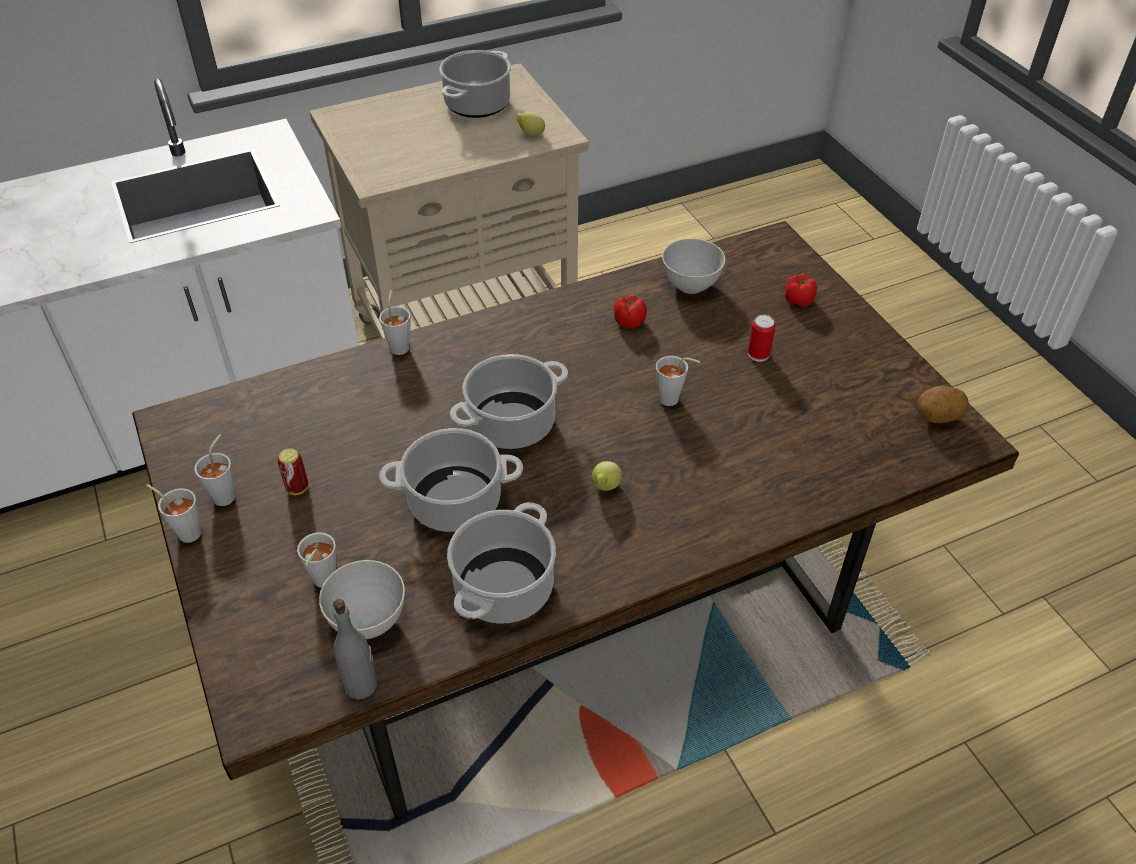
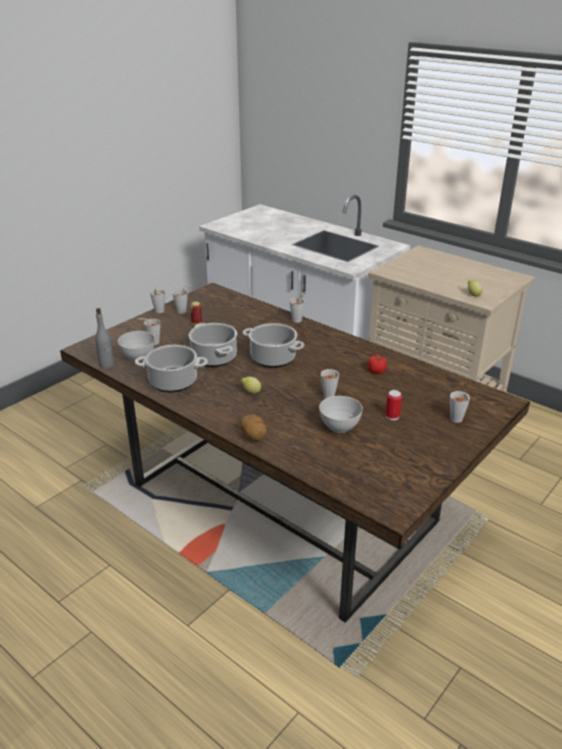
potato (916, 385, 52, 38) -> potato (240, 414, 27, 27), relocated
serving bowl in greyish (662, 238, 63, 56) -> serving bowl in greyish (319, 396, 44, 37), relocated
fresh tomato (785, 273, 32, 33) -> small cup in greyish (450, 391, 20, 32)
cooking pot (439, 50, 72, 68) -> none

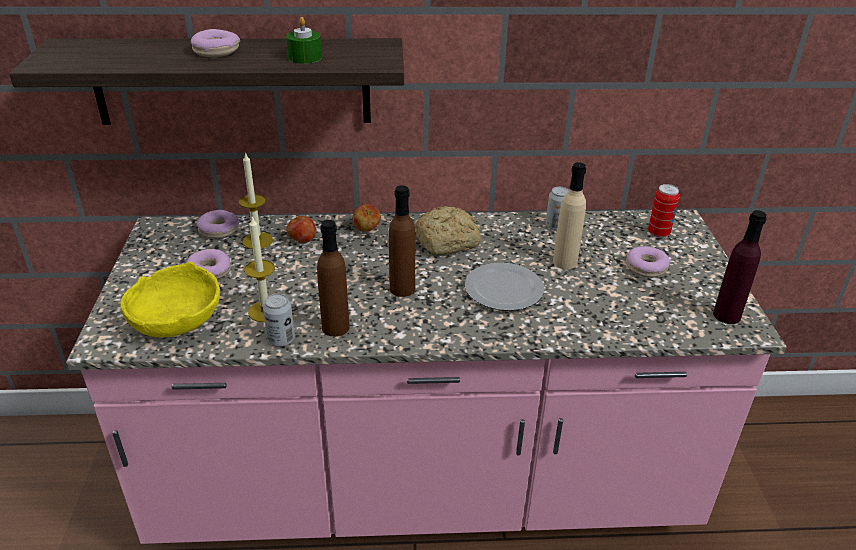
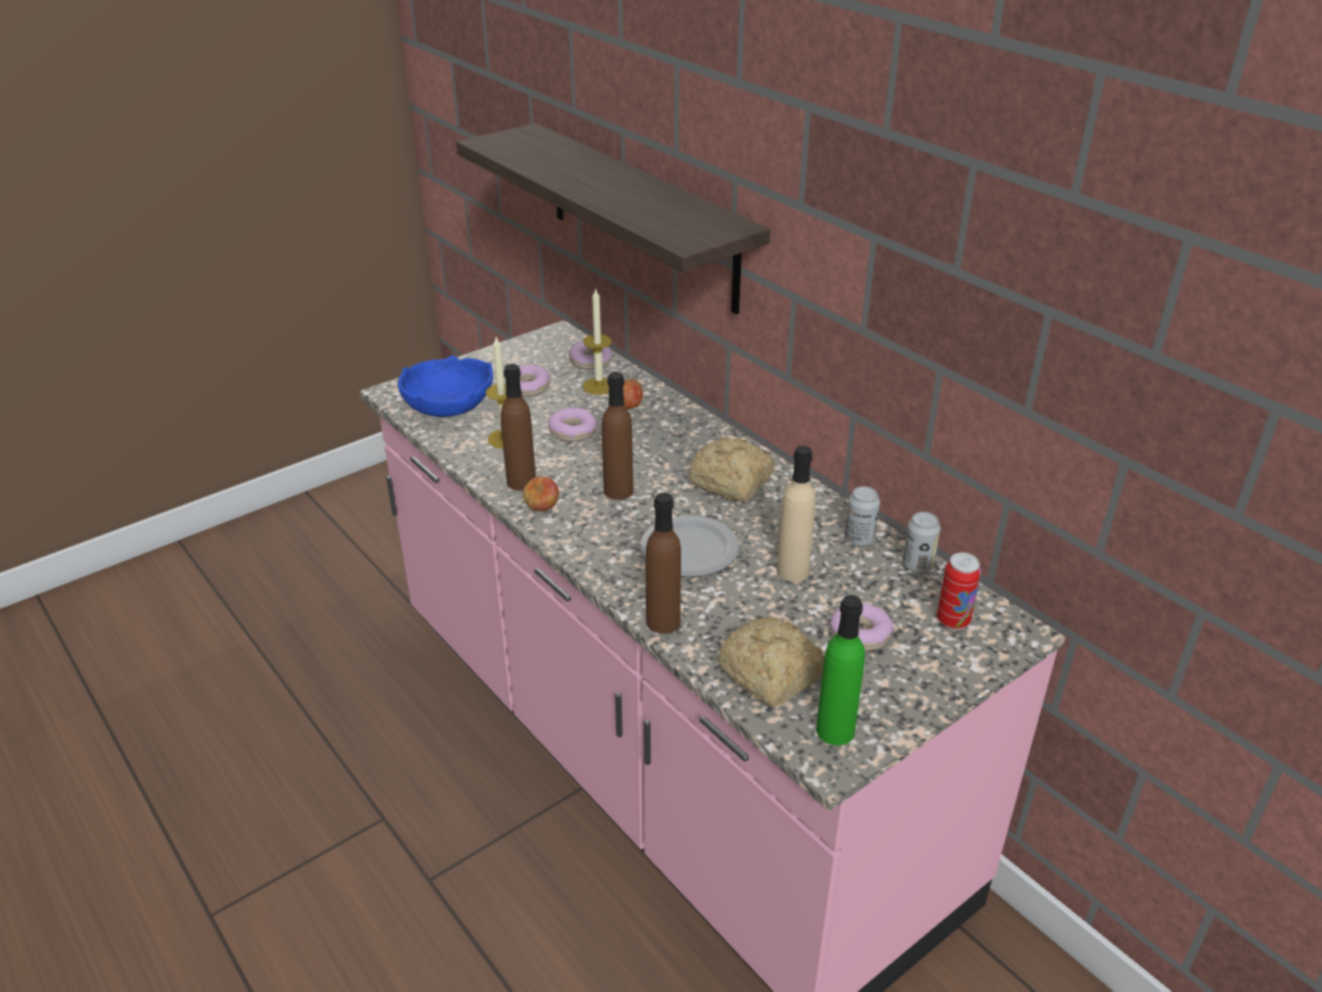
serving bowl in yellowish (120, 262, 100, 76) -> serving bowl in bluish (398, 355, 95, 62)
apple (353, 204, 28, 28) -> apple (523, 476, 36, 35), relocated
doughnut (191, 29, 49, 28) -> doughnut (548, 407, 49, 35), relocated
none -> bottle in brown (646, 493, 35, 141)
none -> bread (718, 617, 107, 90)
bottle in purplish (713, 210, 54, 114) -> bottle in greenish (816, 595, 49, 150)
metal can (263, 294, 32, 53) -> metal can (902, 512, 39, 61), relocated
wax candle in greenish (286, 17, 36, 47) -> none

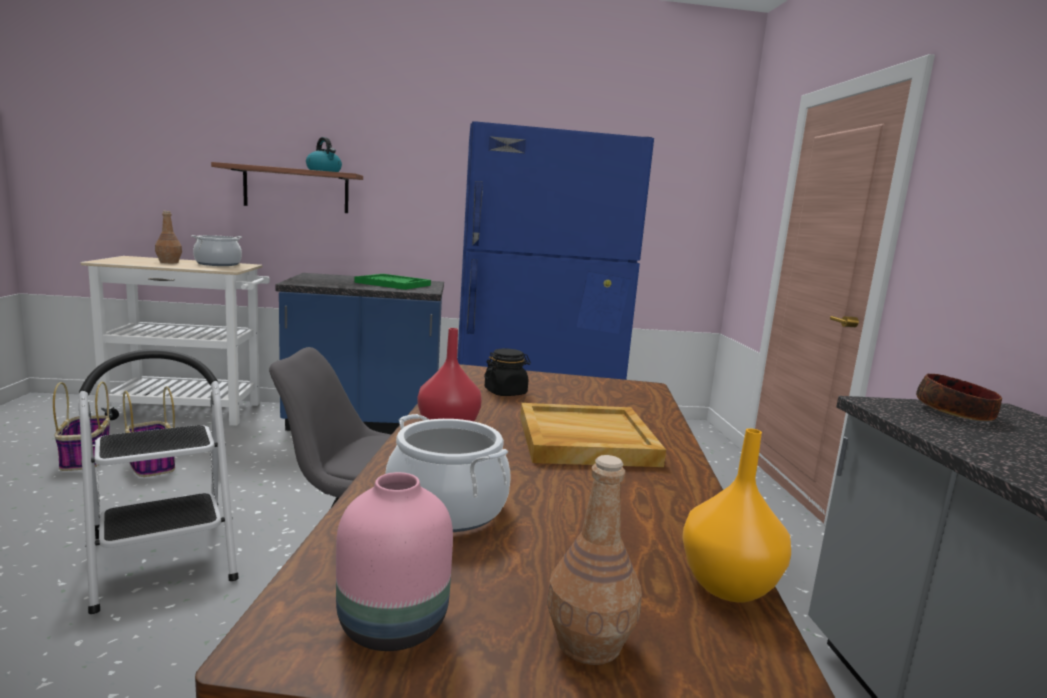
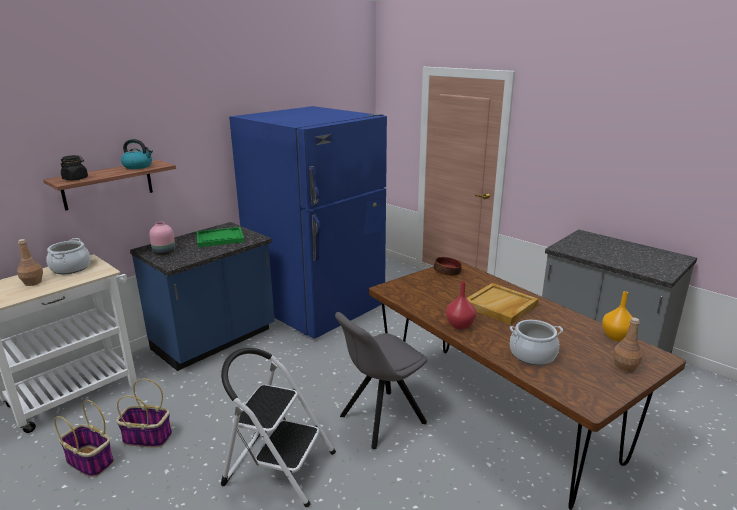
jar in black (484, 349, 47, 47) -> jar in black (61, 155, 27, 25), relocated
vase in pinkish (336, 472, 117, 179) -> vase in pinkish (149, 222, 26, 33), relocated
serving bowl (916, 374, 86, 47) -> serving bowl (434, 257, 28, 19), relocated

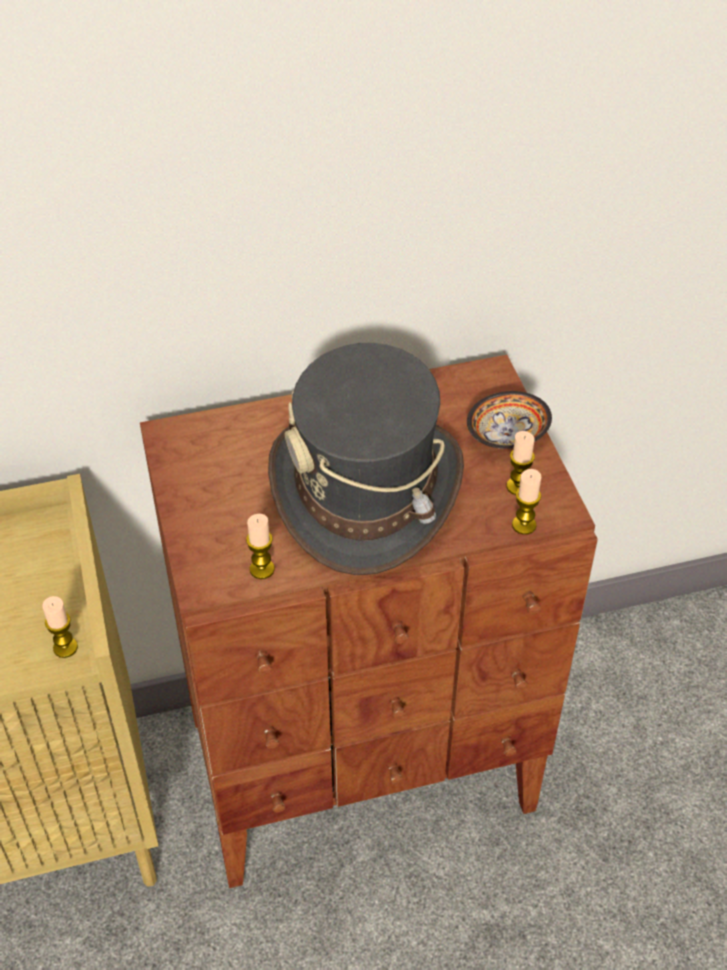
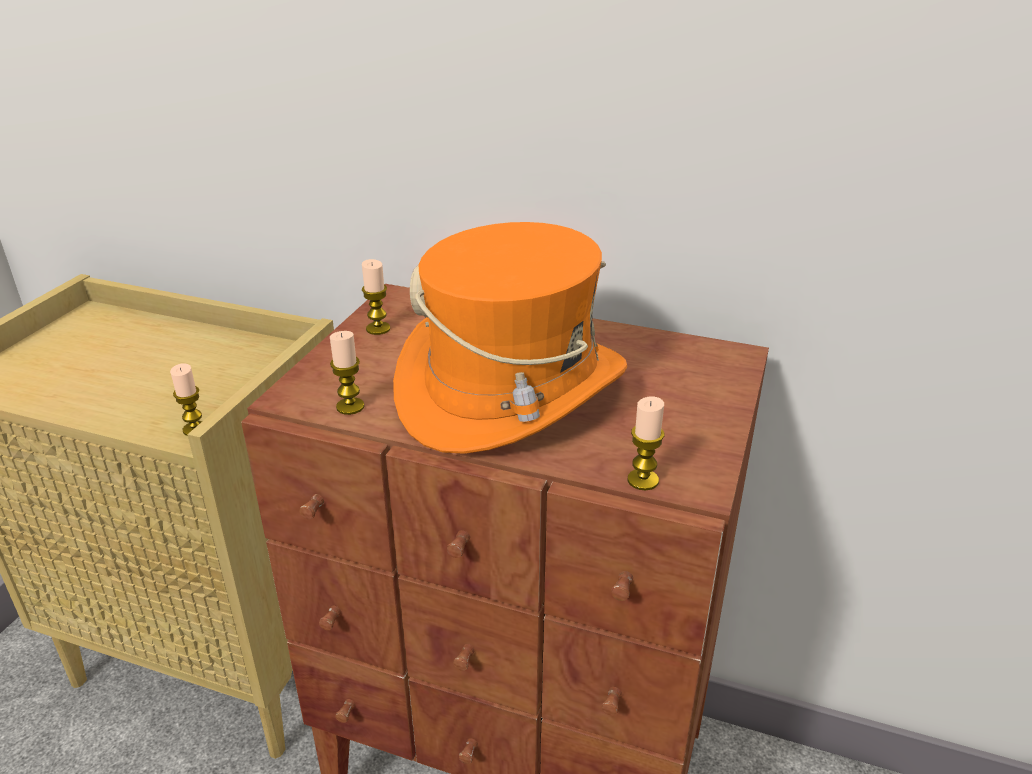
wax candle (506, 431, 29, 64) -> wax candle (362, 259, 28, 76), relocated
clothing hat in greyish (268, 343, 196, 232) -> clothing hat in orange (393, 222, 234, 232)
serving bowl (467, 391, 85, 58) -> none

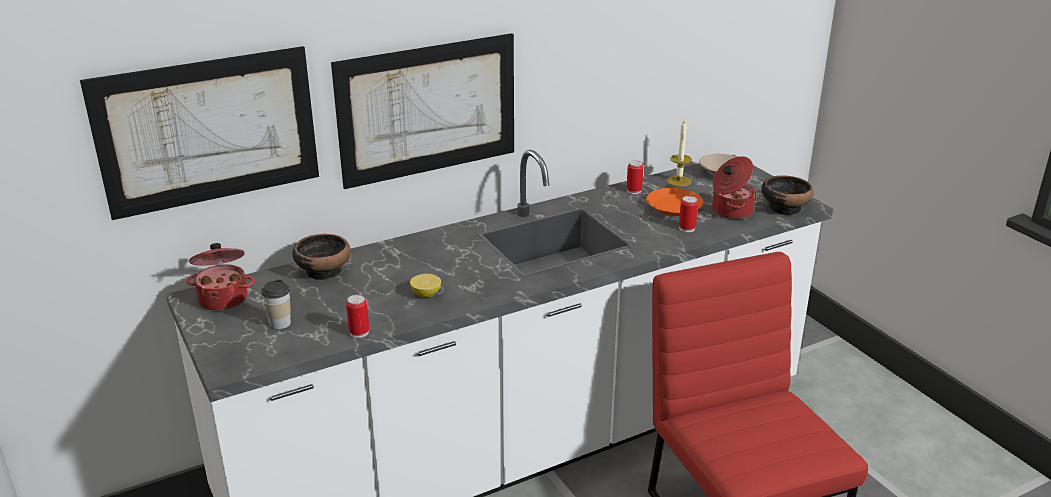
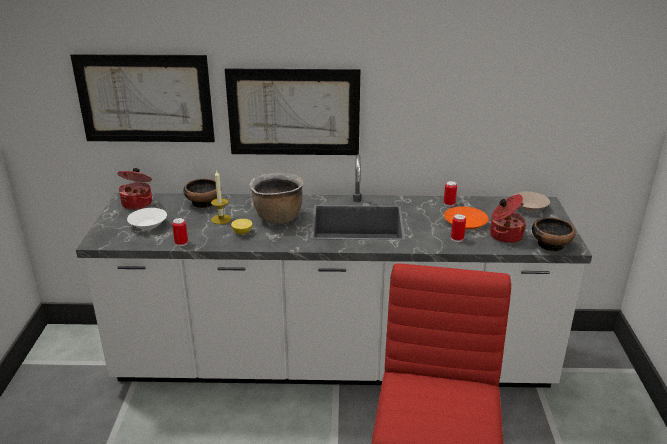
small cup (261, 280, 30, 49) -> serving bowl in white-coloured (127, 208, 40, 22)
wax candle (667, 118, 25, 69) -> wax candle (211, 171, 20, 53), relocated
none -> cooking pot in brown (250, 172, 54, 52)

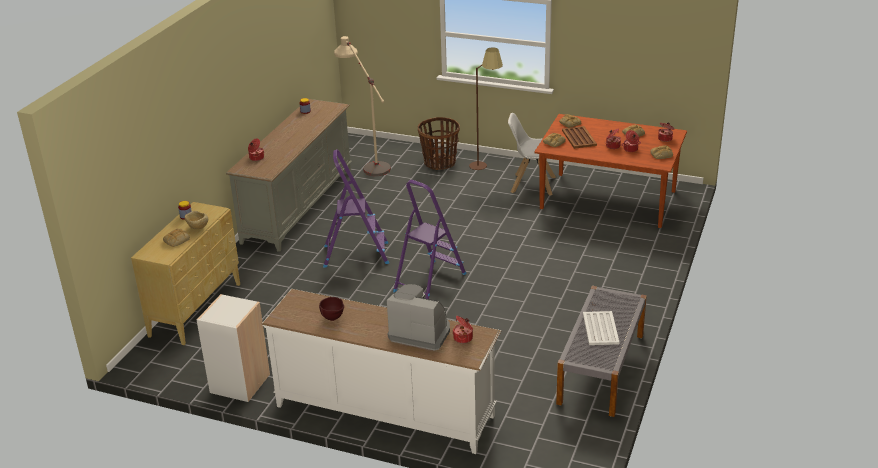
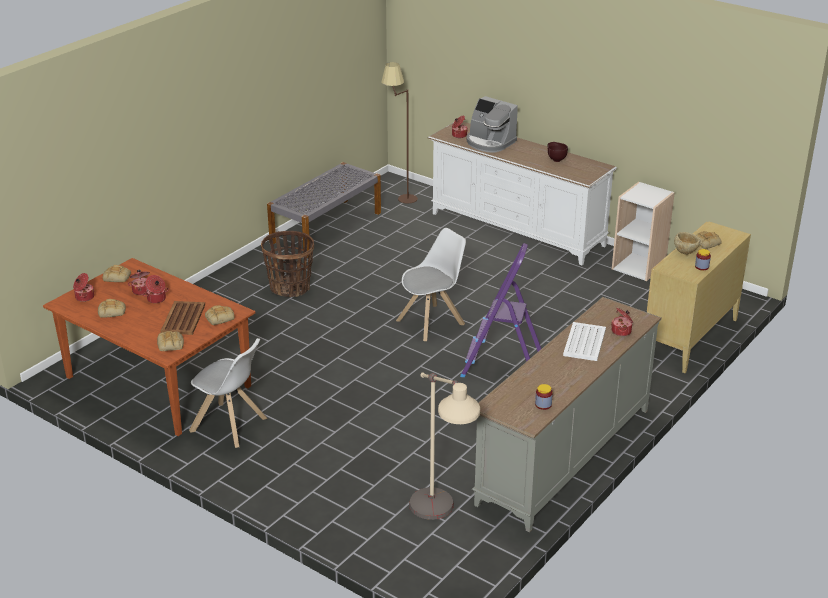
basket (418, 117, 42, 53) -> basket (261, 231, 53, 66), relocated
standard lamp in brown (469, 48, 34, 122) -> standard lamp in brown (381, 62, 37, 142), relocated
stepladder in purplish (393, 180, 73, 119) -> plain chair (396, 228, 70, 113)
serving tray in white-coloured (583, 311, 36, 34) -> serving tray in white-coloured (563, 322, 43, 39), relocated

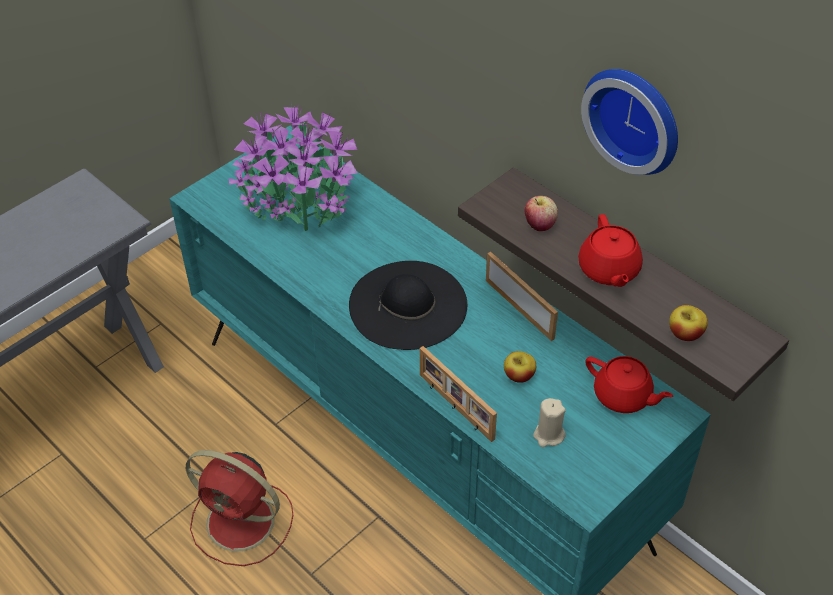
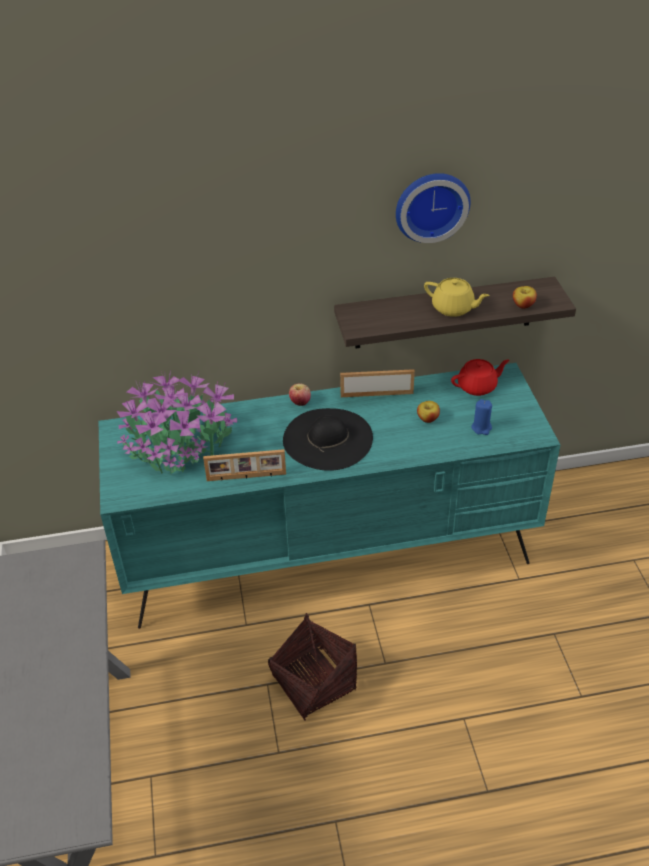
standing frame (420, 346, 77, 96) -> standing frame (203, 449, 83, 32), relocated
fan in reddish (186, 450, 107, 116) -> basket (268, 613, 89, 108)
apple (525, 196, 33, 35) -> apple (289, 383, 22, 23), relocated
pot for tea in reddish (578, 214, 65, 73) -> pot for tea in yellowish (424, 278, 65, 39)
wax candle in beige-coloured (533, 398, 33, 49) -> wax candle in bluish (471, 399, 21, 36)

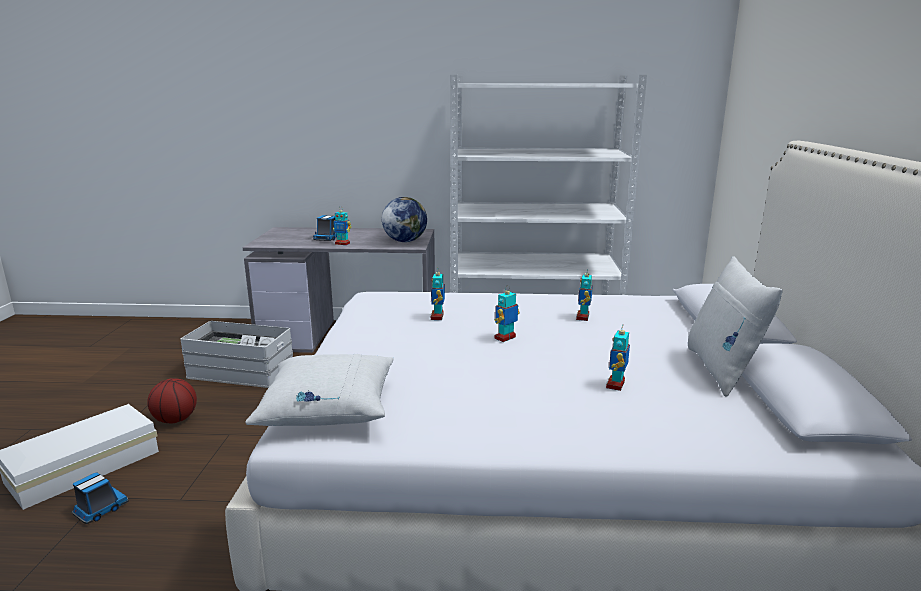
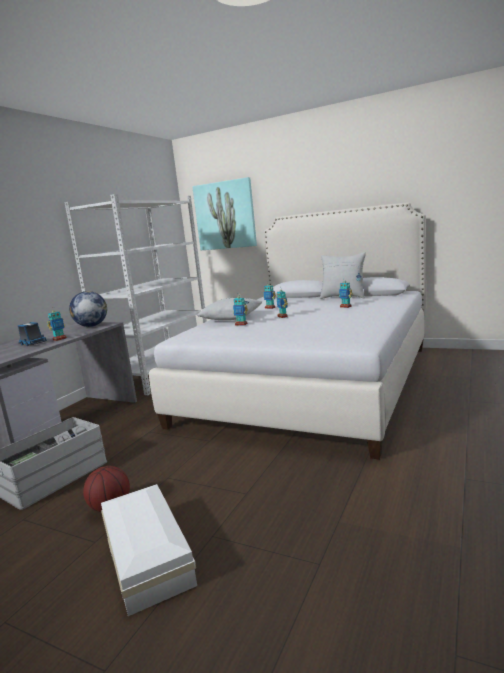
none -> wall picture (192, 177, 65, 73)
throw pillow in greyish (245, 354, 149, 72) -> throw pillow in greyish (197, 298, 65, 22), relocated
toy lorry (72, 472, 57, 52) -> none

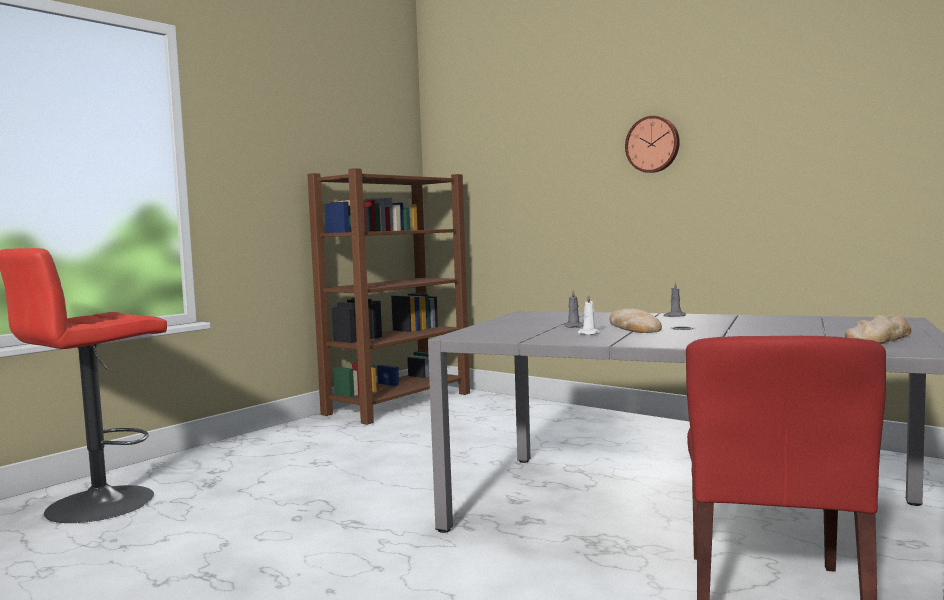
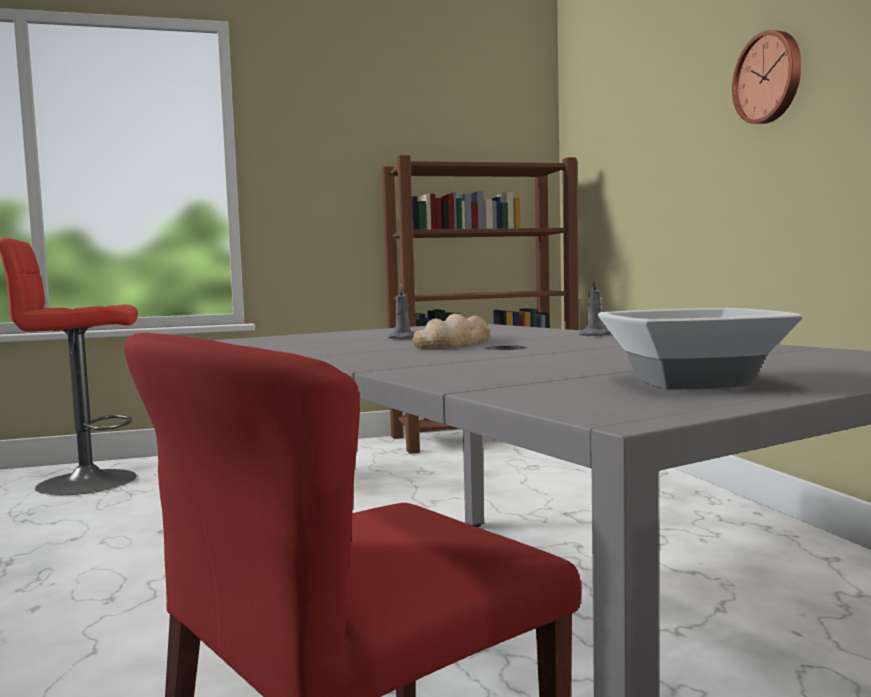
bread (845, 315, 66, 29) -> serving bowl (598, 308, 205, 81)
wax candle in white-coloured (578, 294, 22, 41) -> none

